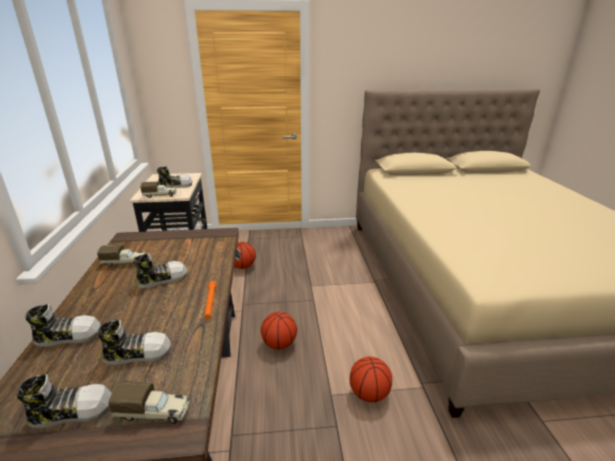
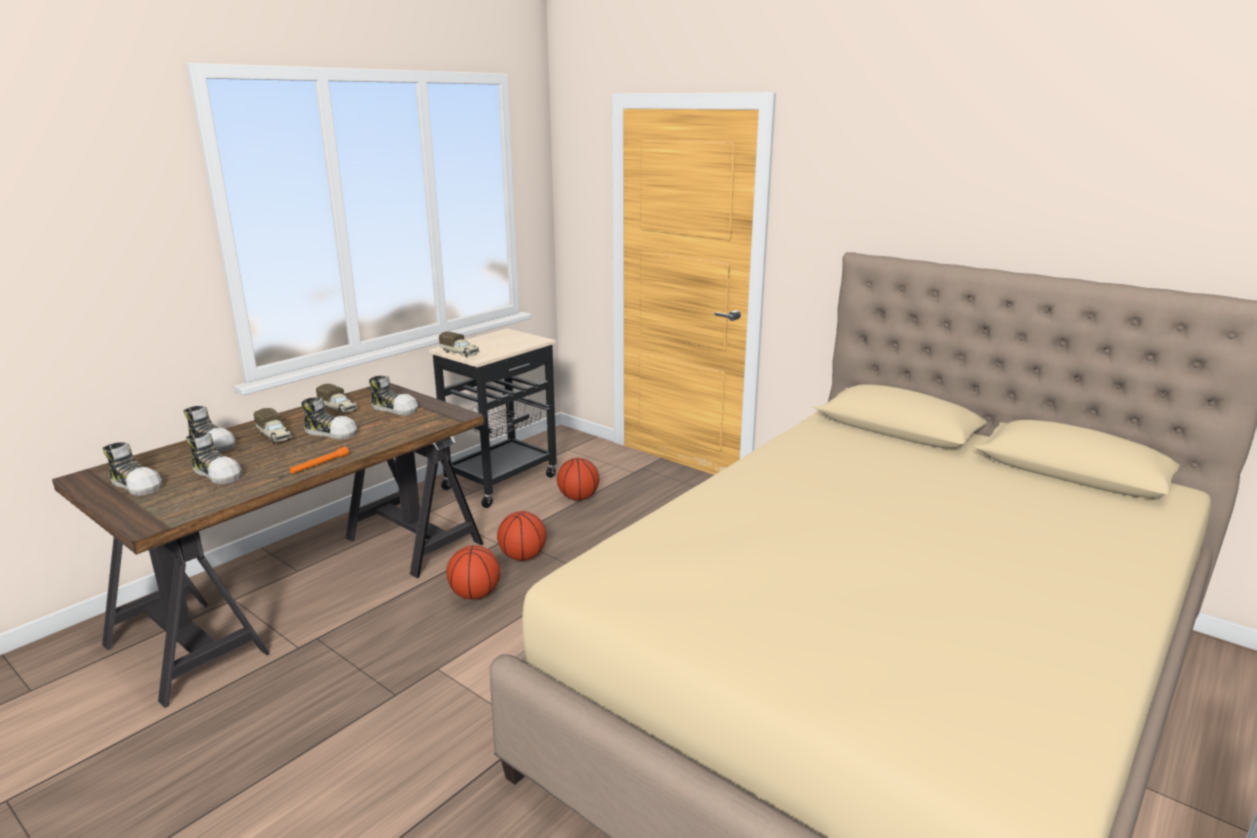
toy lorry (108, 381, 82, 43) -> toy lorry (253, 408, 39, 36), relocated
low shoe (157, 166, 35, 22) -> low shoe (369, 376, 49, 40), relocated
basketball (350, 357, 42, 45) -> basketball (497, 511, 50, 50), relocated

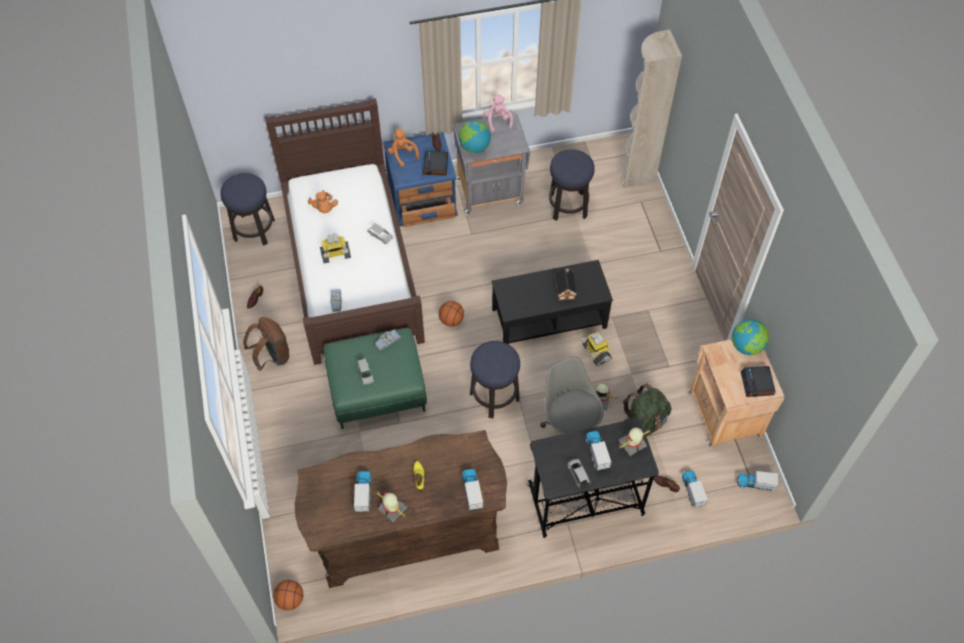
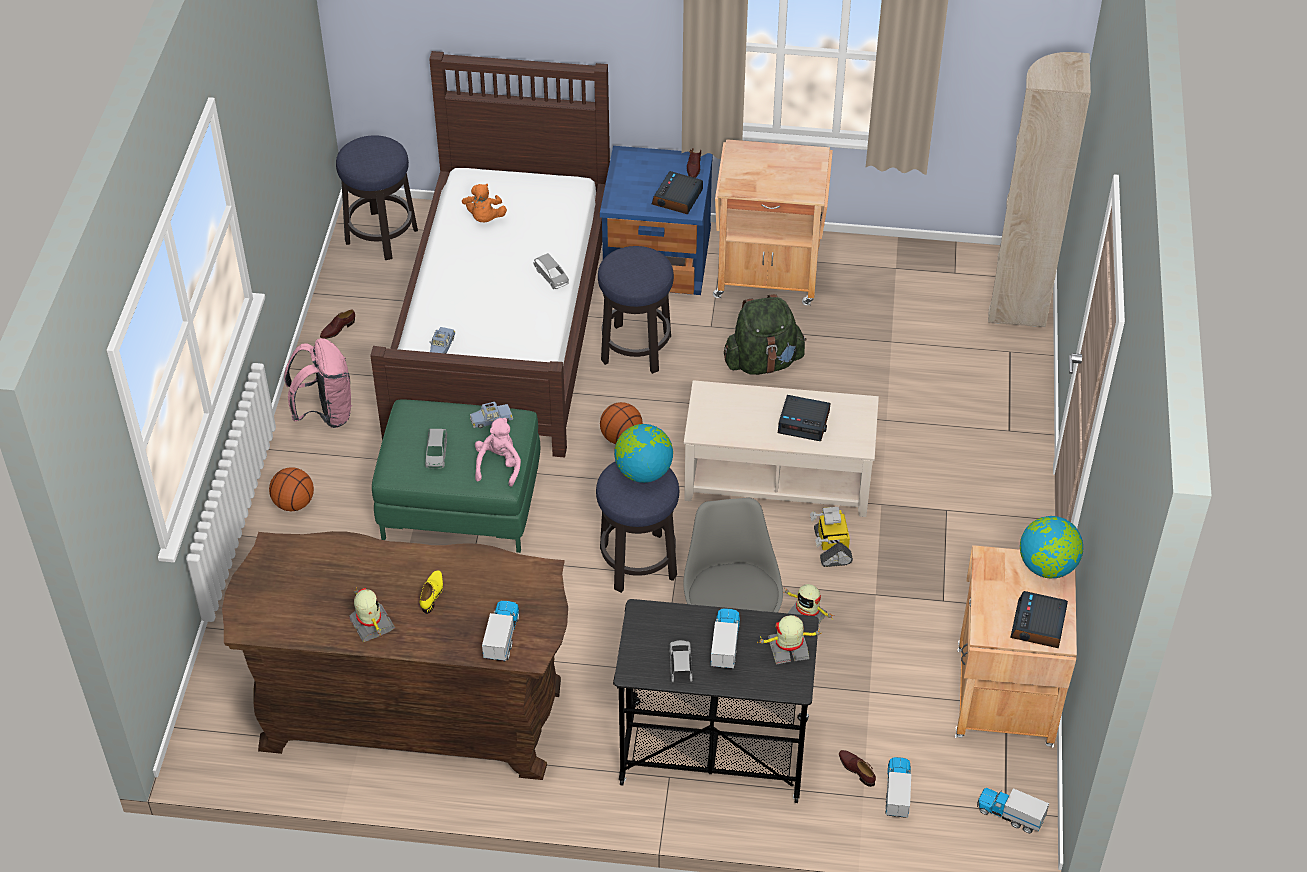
basketball (273, 580, 30, 30) -> basketball (269, 467, 45, 44), relocated
rucksack in brown (243, 317, 46, 54) -> rucksack in pinkish (284, 338, 69, 90)
soft toy in pinkish (484, 94, 29, 38) -> soft toy in pinkish (475, 418, 46, 69), relocated
stool (549, 149, 46, 72) -> stool (598, 246, 76, 128), relocated
desk globe (459, 121, 32, 32) -> desk globe (614, 424, 59, 59), relocated
lounge table in black (492, 260, 121, 84) -> lounge table in beige-coloured (684, 380, 195, 137)
wheeled cart in greyish (453, 113, 77, 102) -> wheeled cart in brown (713, 139, 120, 167)
rucksack in greenish (623, 384, 48, 52) -> rucksack in greenish (724, 294, 83, 81), relocated
toy house (554, 267, 23, 34) -> bedside clock (778, 395, 53, 46)
toy robot (320, 234, 31, 29) -> none
toy lorry (354, 471, 17, 41) -> none
soft toy in orange (388, 128, 31, 39) -> none

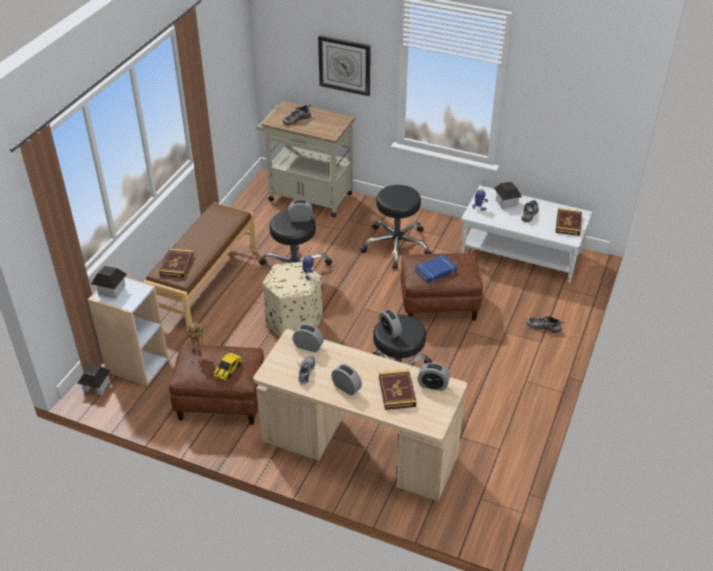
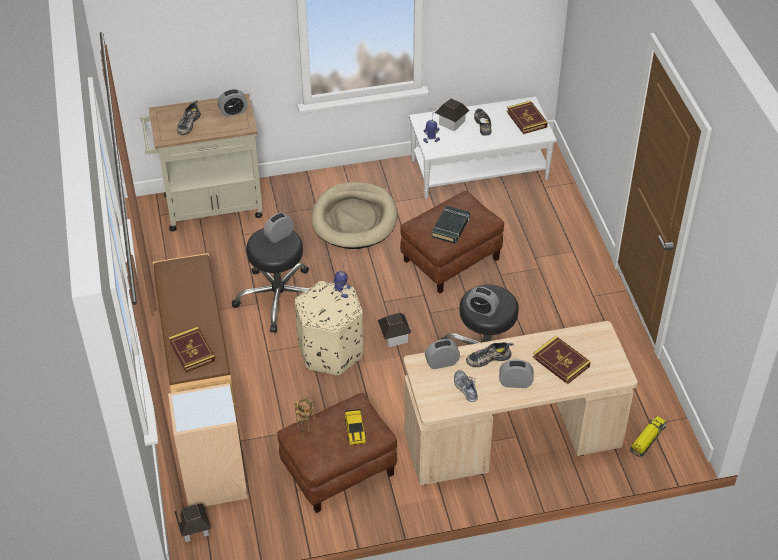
bedside clock (418, 363, 32, 28) -> bedside clock (218, 89, 30, 28), relocated
stool in black (360, 185, 72, 84) -> dog bed in beige-coloured (311, 182, 86, 67)
toy house (91, 266, 36, 33) -> toy house (378, 313, 33, 34), relocated
bound book in bluish (415, 254, 42, 29) -> bound book in black (432, 206, 38, 38)
low shoe (526, 317, 38, 16) -> low shoe (466, 342, 48, 25), relocated
none -> toy lorry (630, 416, 36, 42)
clock on the wall (318, 35, 53, 61) -> none

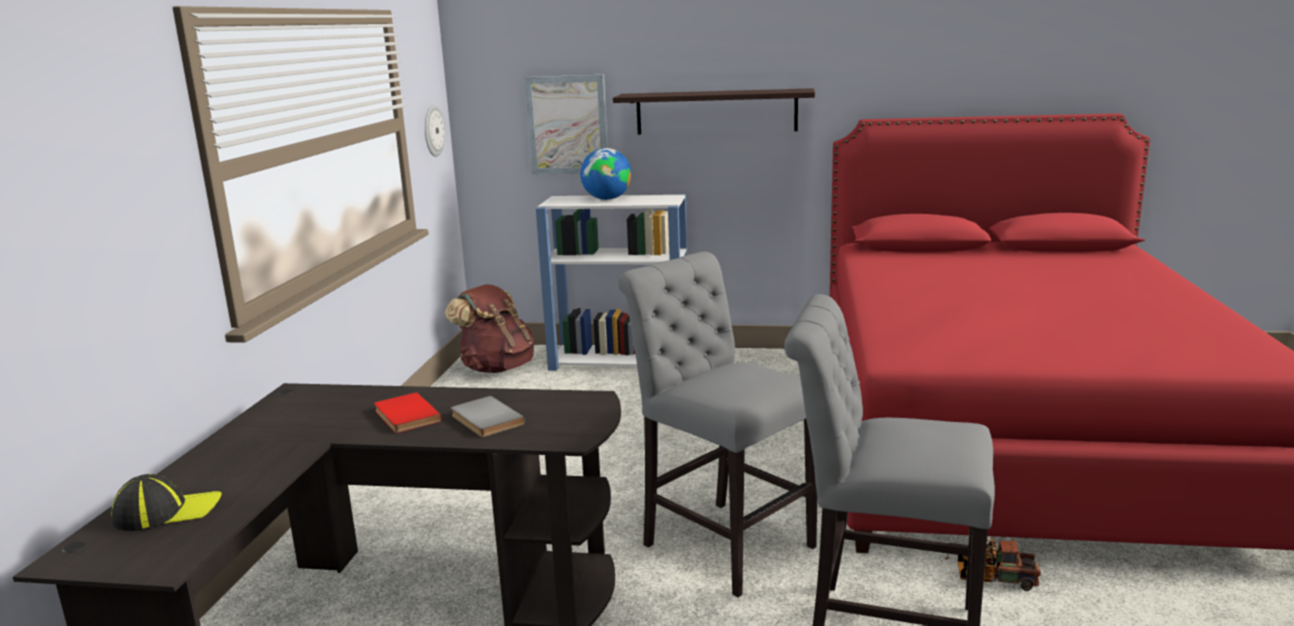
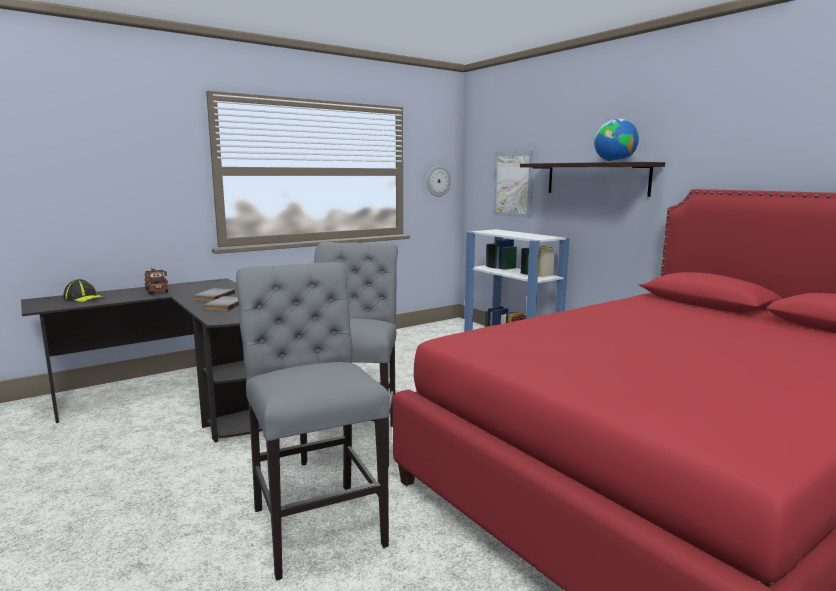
toy lorry (945, 538, 96, 53) -> toy lorry (145, 268, 23, 26), relocated
bound book in reddish (374, 392, 67, 41) -> bound book in greyish (192, 288, 43, 13)
desk globe (580, 148, 52, 52) -> desk globe (594, 119, 45, 43), relocated
rucksack in brown (445, 284, 89, 89) -> none

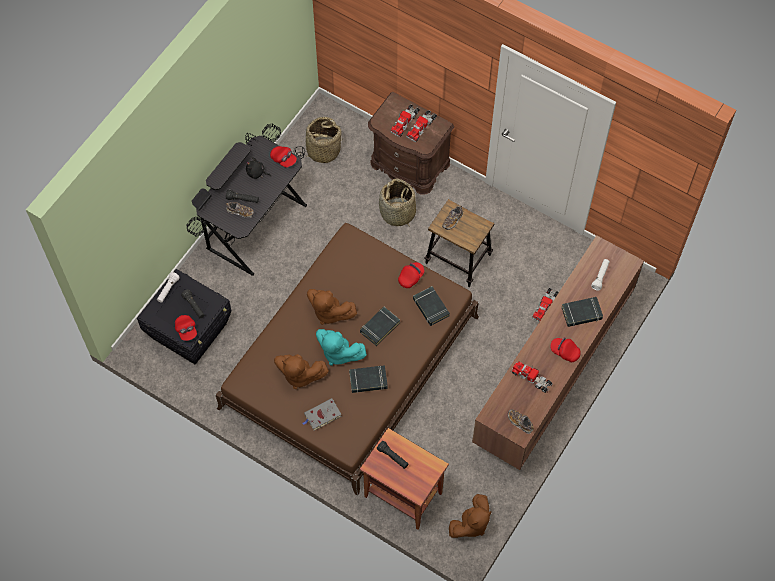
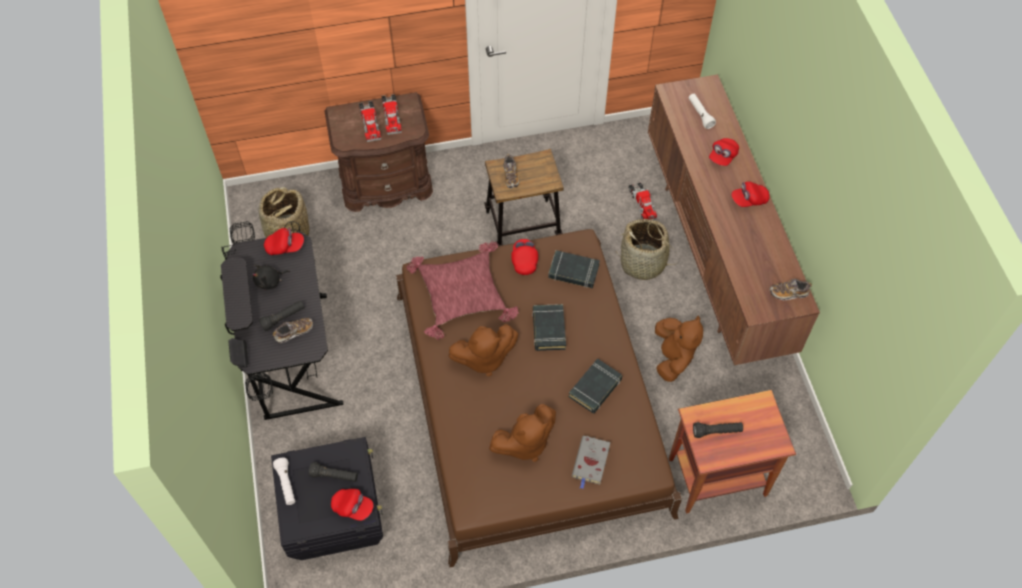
none -> throw pillow in reddish (406, 242, 112, 98)
basket (379, 178, 37, 49) -> basket (616, 219, 61, 61), relocated
soft toy in brown (449, 494, 43, 44) -> soft toy in brown (655, 315, 48, 67), relocated
bound book in black (562, 297, 41, 30) -> cap in reddish (709, 138, 30, 28)
soft toy in turquoise-coloured (316, 329, 51, 37) -> none
toy lorry (511, 361, 42, 32) -> none

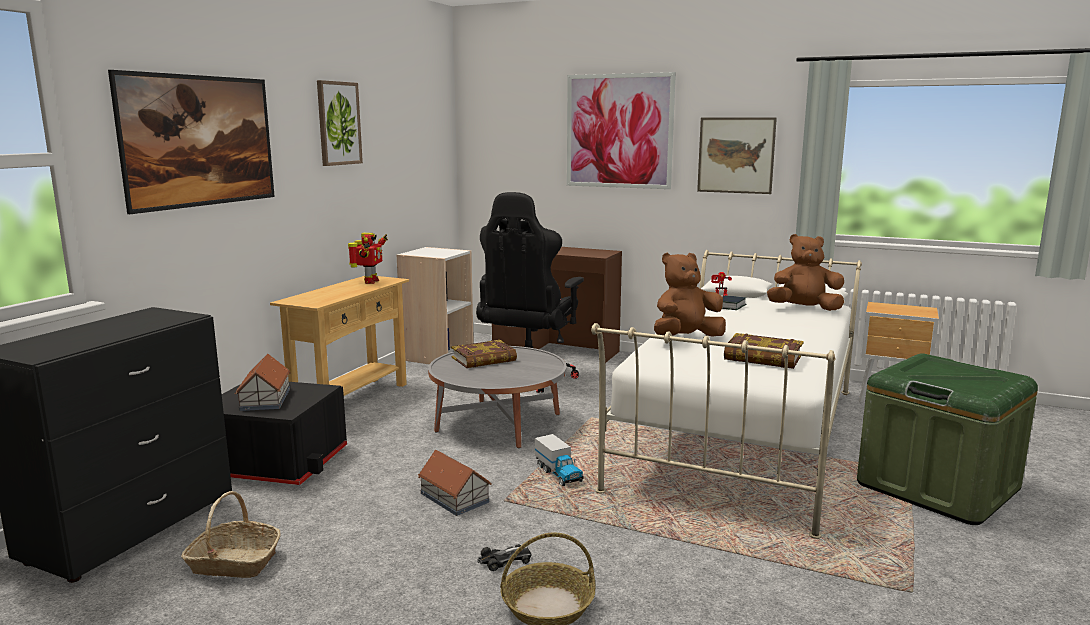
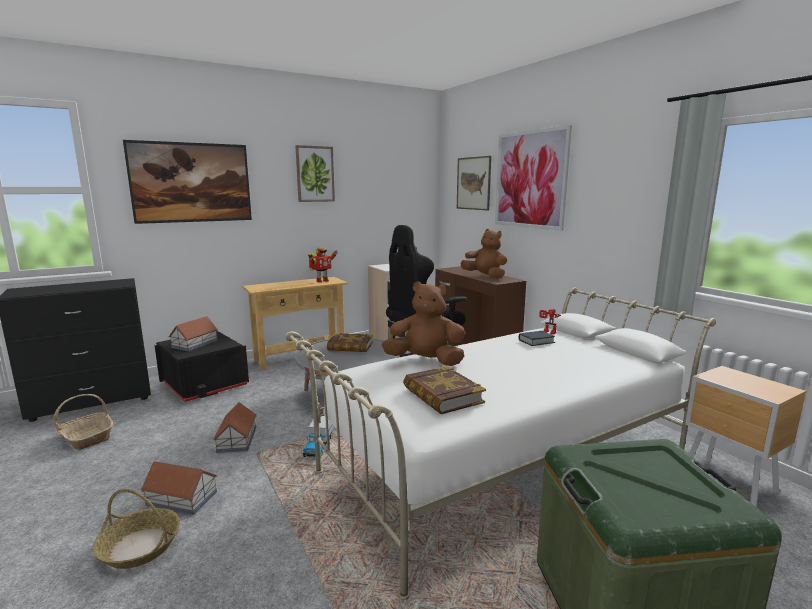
model car (478, 544, 53, 27) -> toy house (141, 461, 77, 54)
wall picture (697, 118, 80, 76) -> wall picture (457, 156, 34, 54), relocated
soft toy in brown (767, 234, 77, 77) -> soft toy in brown (460, 229, 48, 50), relocated

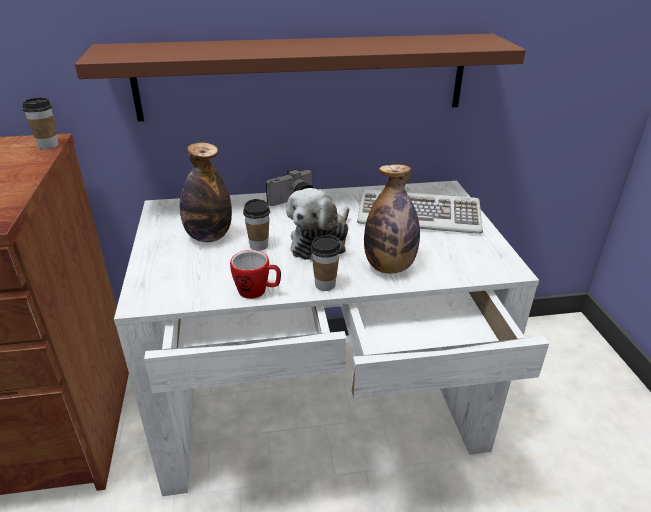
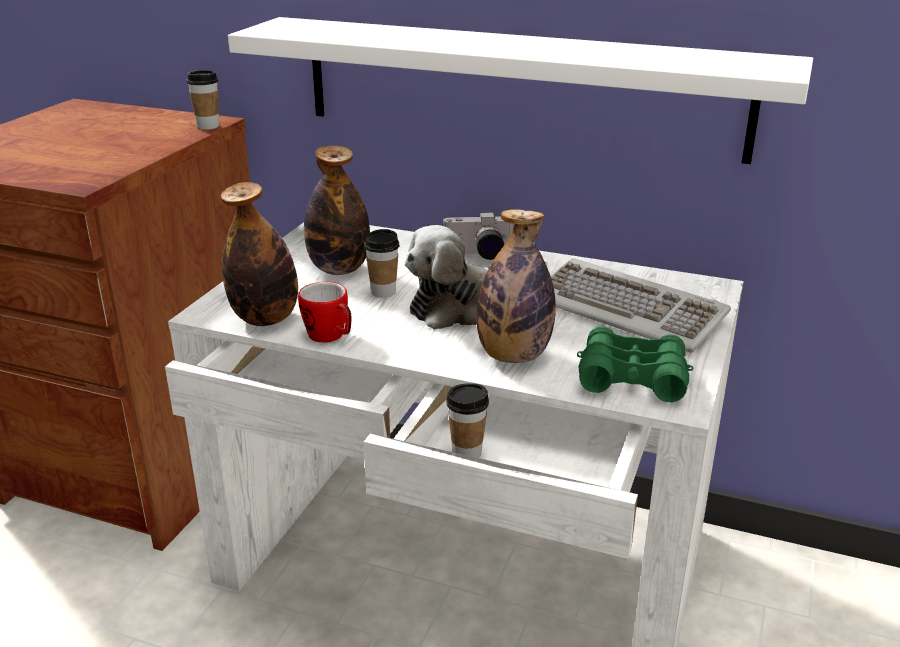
none -> bottle (221, 182, 77, 144)
bracket shelf in brown (75, 34, 451, 88) -> bracket shelf in white-coloured (228, 17, 585, 147)
small cup (311, 235, 30, 56) -> small cup (446, 383, 43, 75), relocated
none -> pair of binoculars in greenish (577, 326, 117, 77)

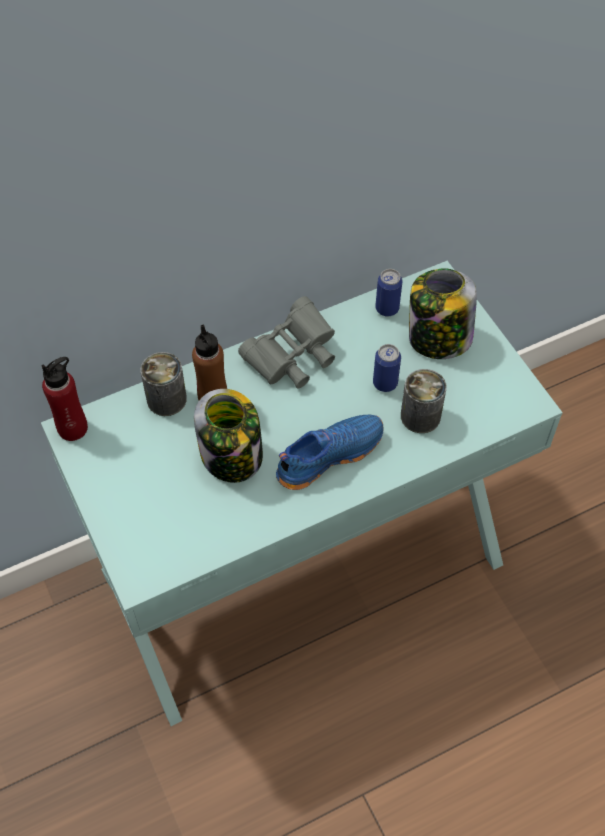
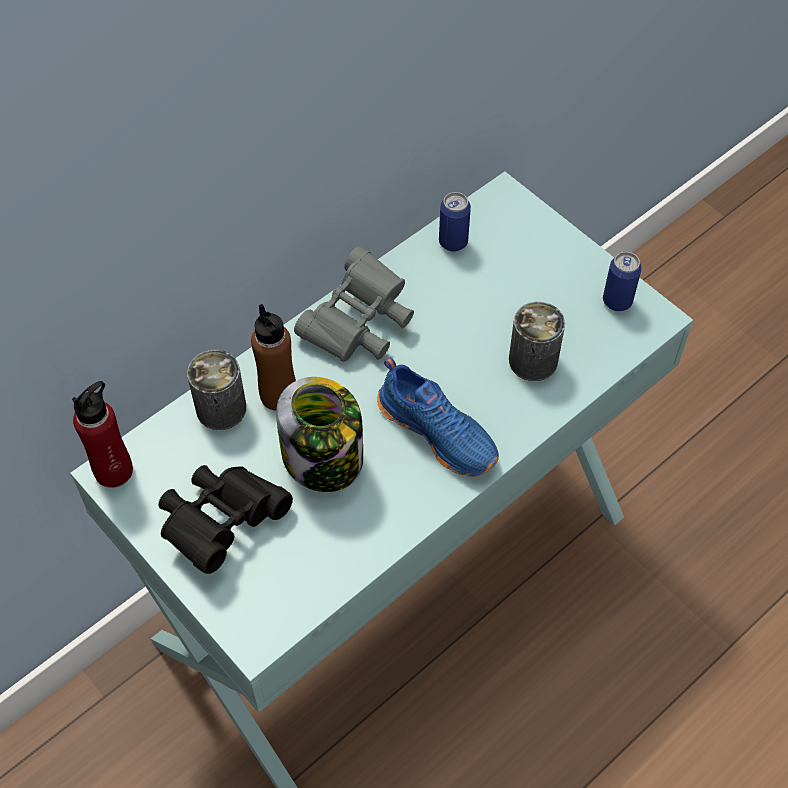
none -> pair of binoculars in black (158, 465, 135, 109)
low shoe in bluish (276, 415, 107, 75) -> low shoe in bluish (377, 357, 122, 120), 90 degrees clockwise
metal can (373, 344, 28, 48) -> metal can (603, 252, 39, 59), relocated
jar (409, 268, 68, 91) -> none

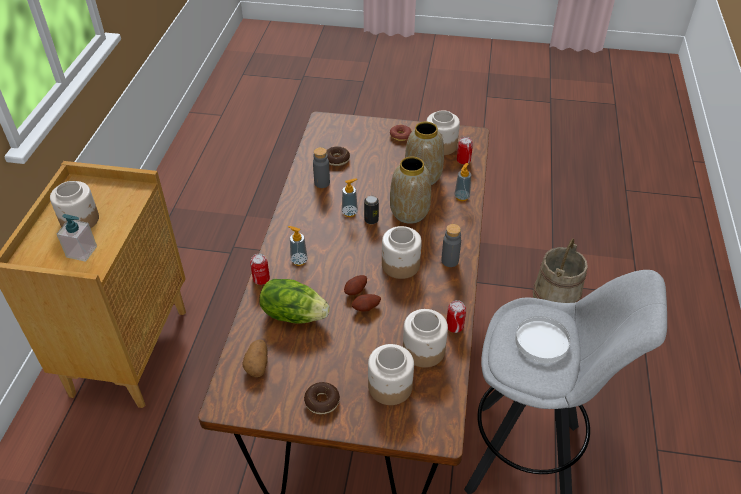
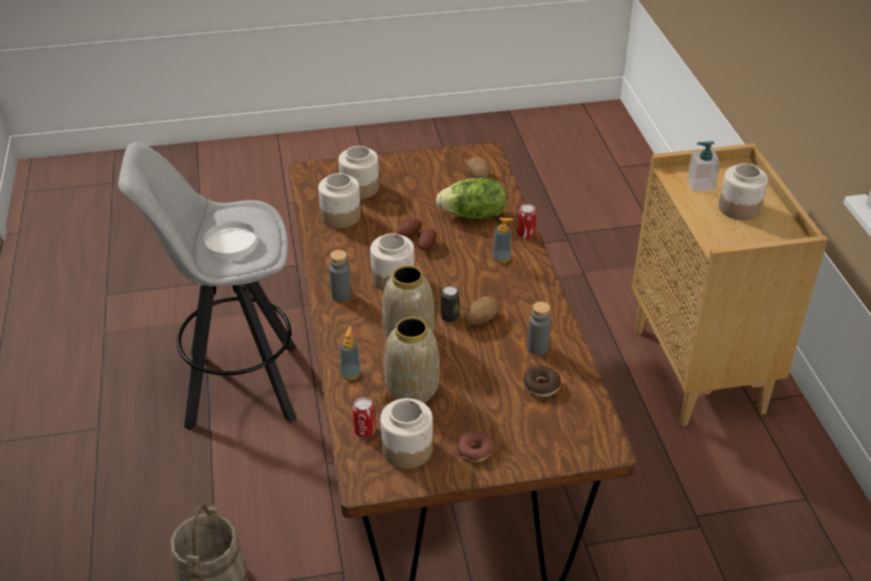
soap dispenser (342, 179, 16, 38) -> potato (464, 296, 34, 29)
doughnut (304, 382, 36, 32) -> none
metal can (447, 300, 19, 33) -> none

